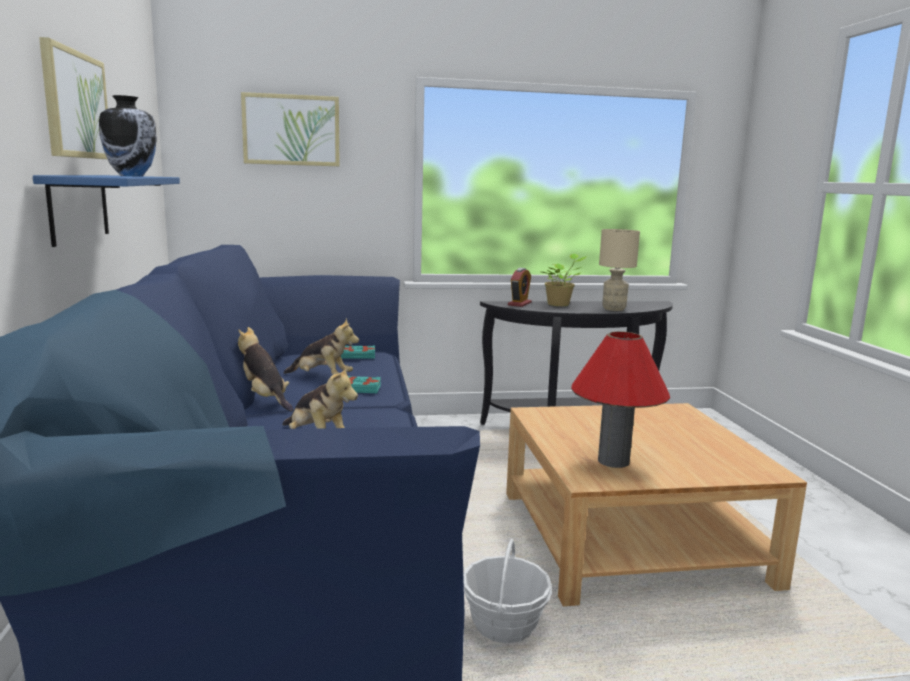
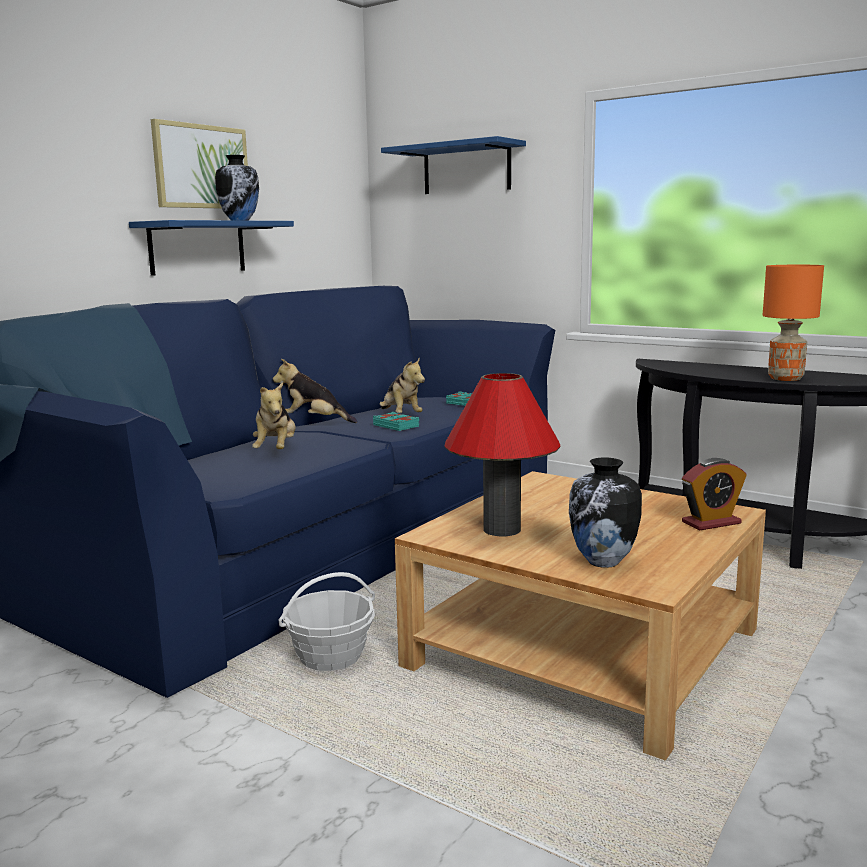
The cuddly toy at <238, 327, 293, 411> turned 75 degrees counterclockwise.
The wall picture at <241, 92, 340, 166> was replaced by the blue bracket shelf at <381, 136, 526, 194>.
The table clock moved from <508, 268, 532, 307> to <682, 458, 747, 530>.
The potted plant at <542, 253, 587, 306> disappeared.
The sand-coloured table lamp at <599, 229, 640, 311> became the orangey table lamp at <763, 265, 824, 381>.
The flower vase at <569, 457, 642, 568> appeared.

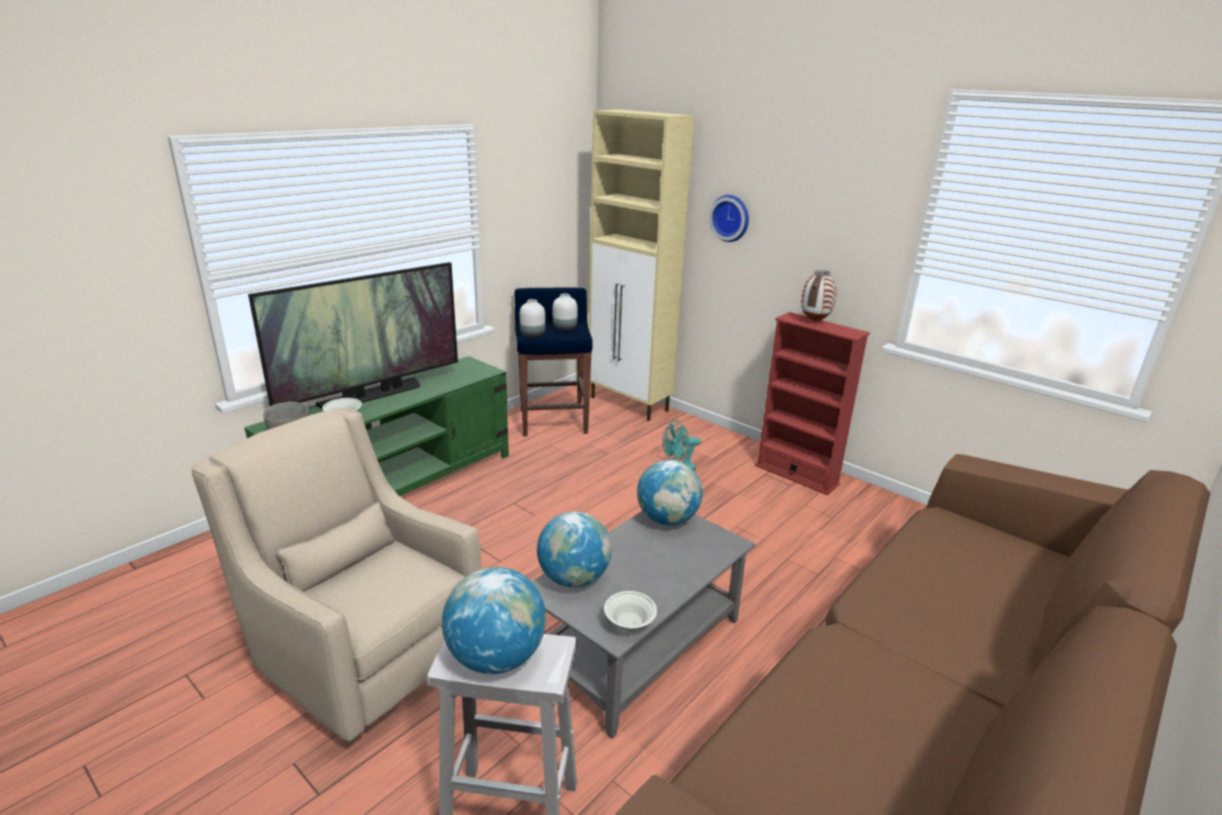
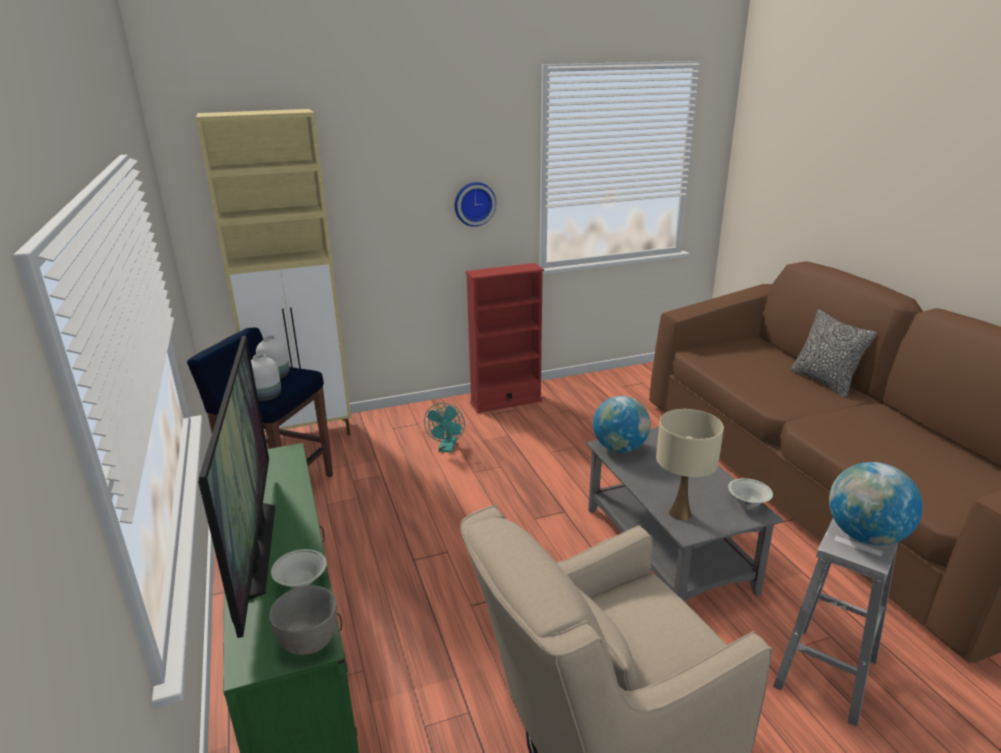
The world globe at <537, 511, 612, 588> was replaced by the sand-coloured table lamp at <656, 409, 724, 521>.
The hanging clock moved from <709, 195, 749, 242> to <455, 182, 496, 227>.
The flower vase at <801, 270, 836, 322> disappeared.
The cushion at <791, 310, 877, 398> appeared.

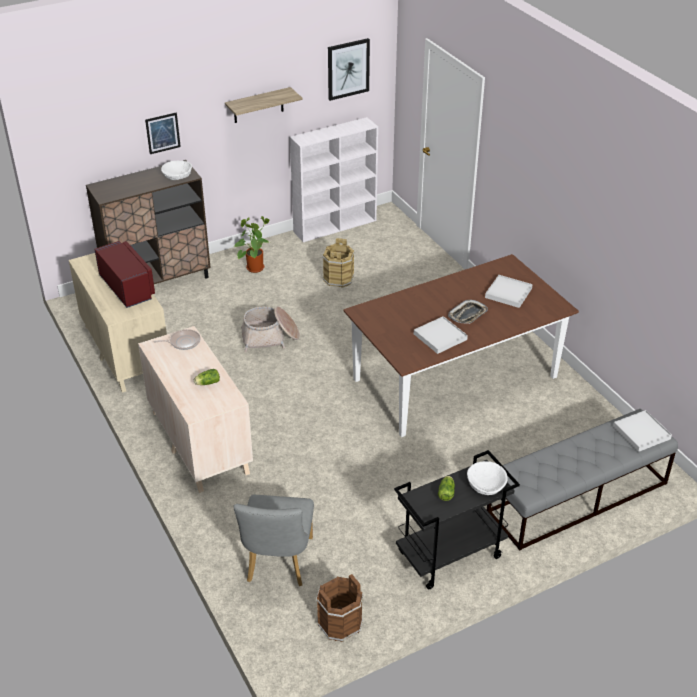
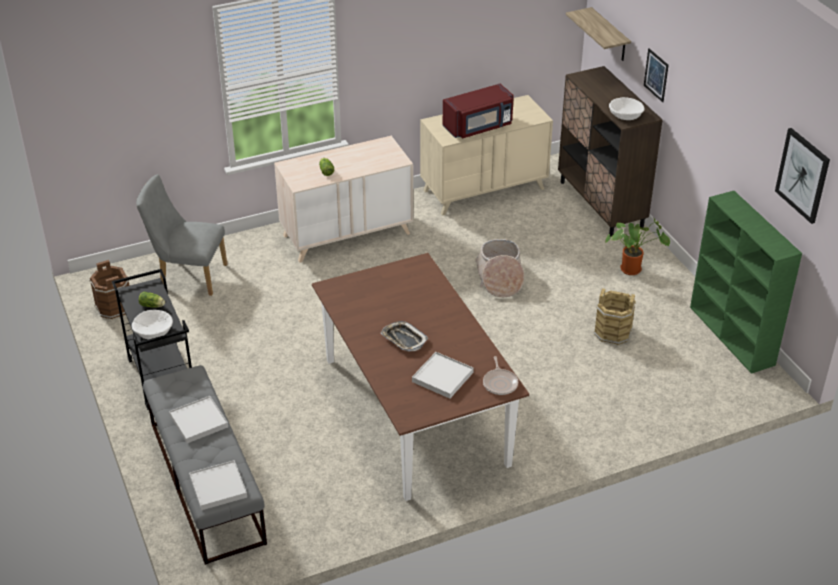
The frying pan moved from <154, 329, 201, 350> to <483, 356, 518, 395>.
The bracket shelf moved from <225, 87, 303, 123> to <566, 7, 631, 61>.
The white shelving unit at <290, 117, 378, 242> became the green-coloured shelving unit at <690, 191, 802, 374>.
The white tray moved from <414, 316, 468, 354> to <169, 396, 228, 443>.

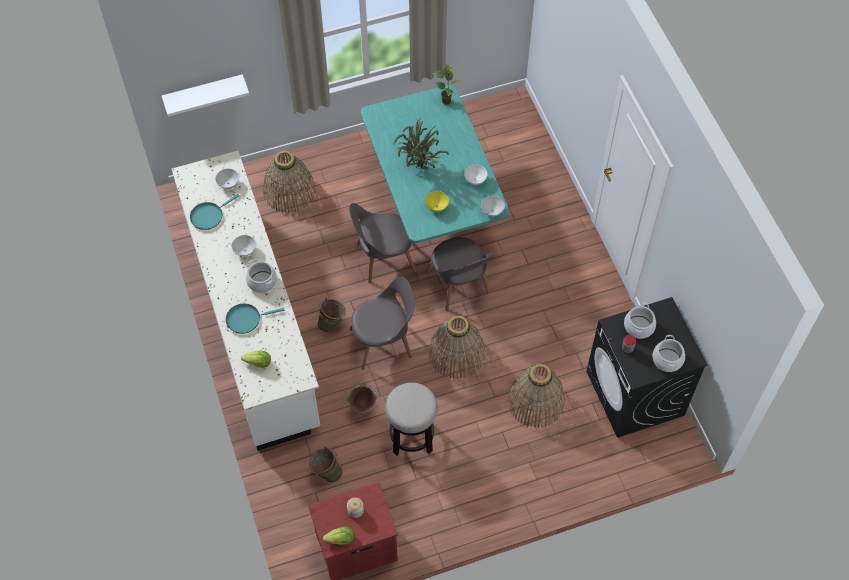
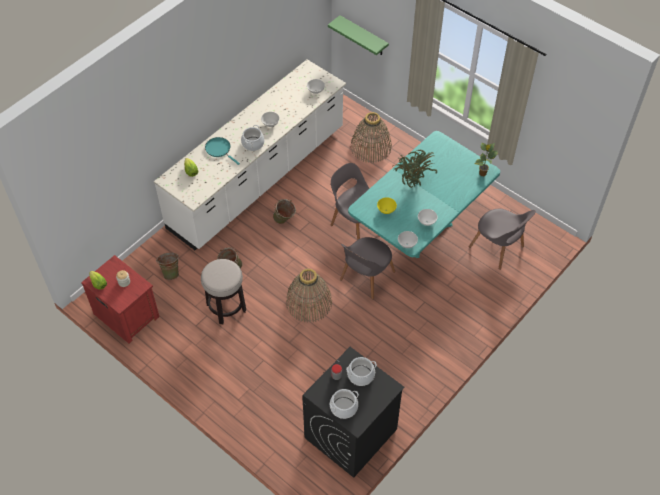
The white bracket shelf at <162, 74, 250, 116> became the green-coloured bracket shelf at <328, 15, 389, 55>.
The blue-green frying pan at <190, 194, 240, 230> disappeared.
The greyish chair moved from <350, 277, 415, 370> to <469, 209, 536, 270>.
The basket at <507, 364, 565, 428> disappeared.

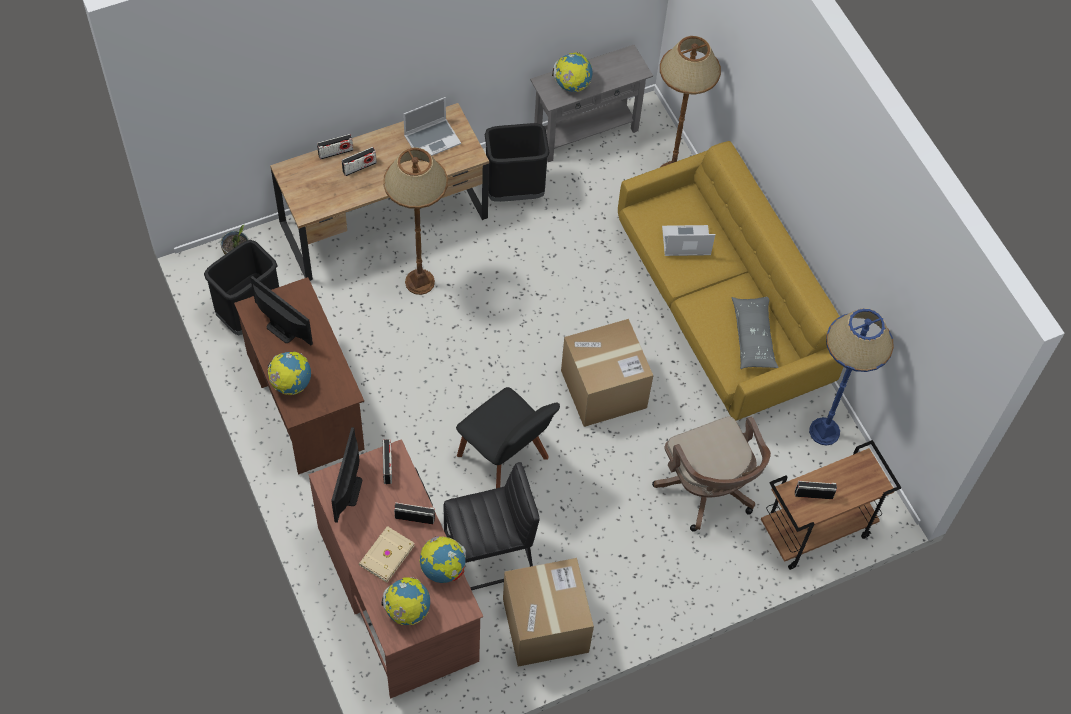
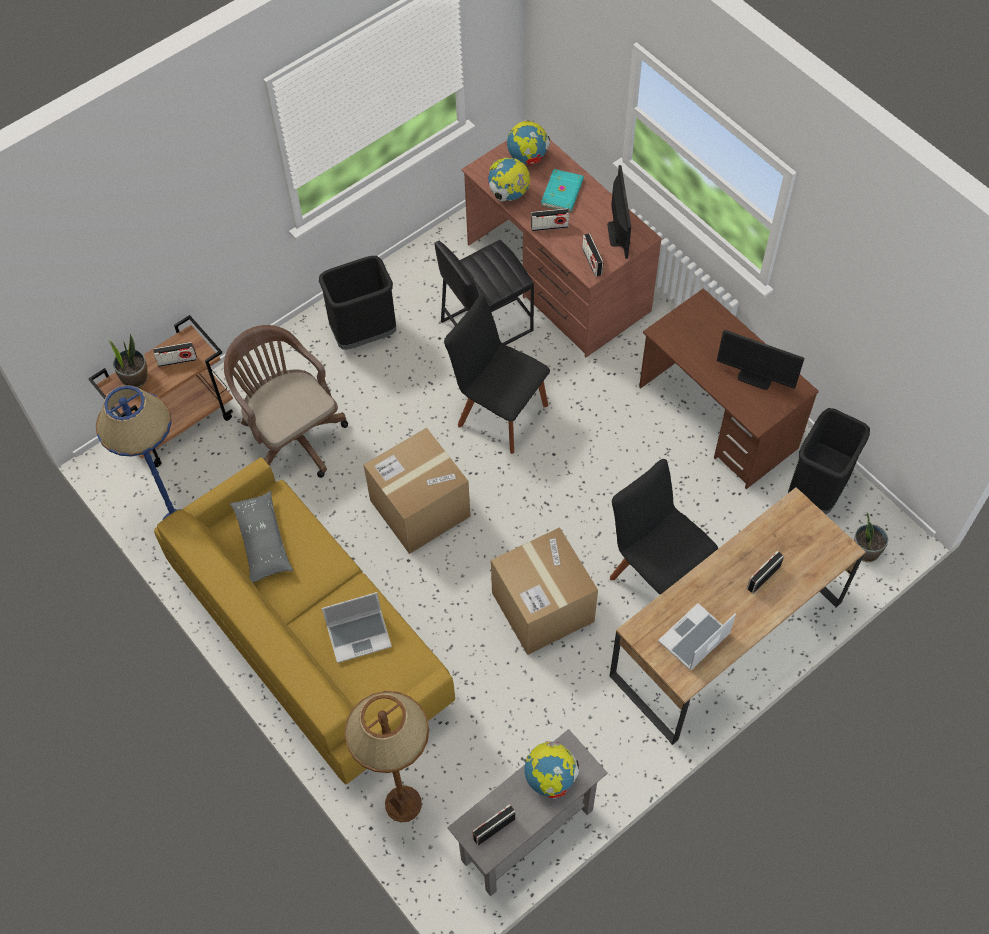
The world globe at <268, 352, 311, 395> disappeared.
The radio receiver moved from <317, 134, 353, 160> to <472, 804, 515, 846>.
The sand-coloured bound book at <359, 526, 415, 583> became the blue-green bound book at <541, 169, 584, 212>.
The brown-coloured standard lamp at <383, 147, 448, 295> was replaced by the black chair at <610, 459, 718, 595>.
The black rubbish bin moved from <485, 123, 550, 202> to <319, 256, 396, 350>.
The packing box moved from <503, 558, 594, 667> to <491, 527, 598, 655>.
The potted plant at <108, 334, 148, 388> appeared.

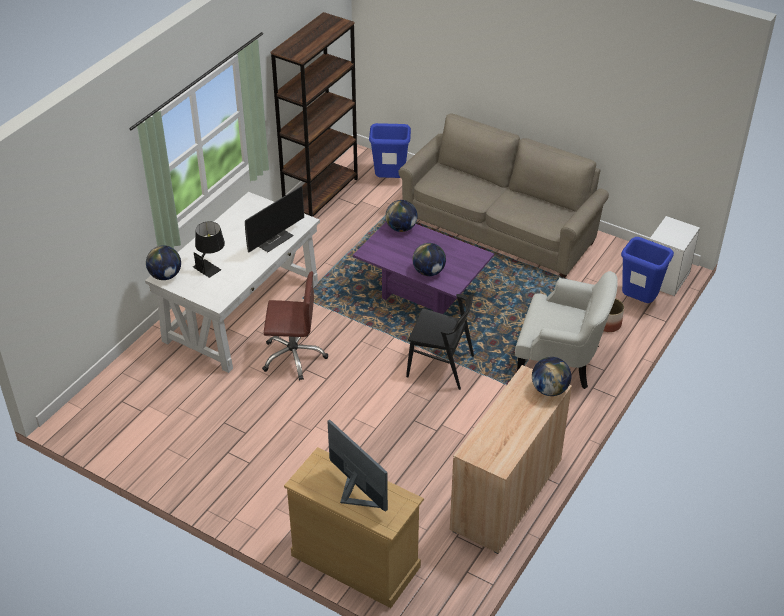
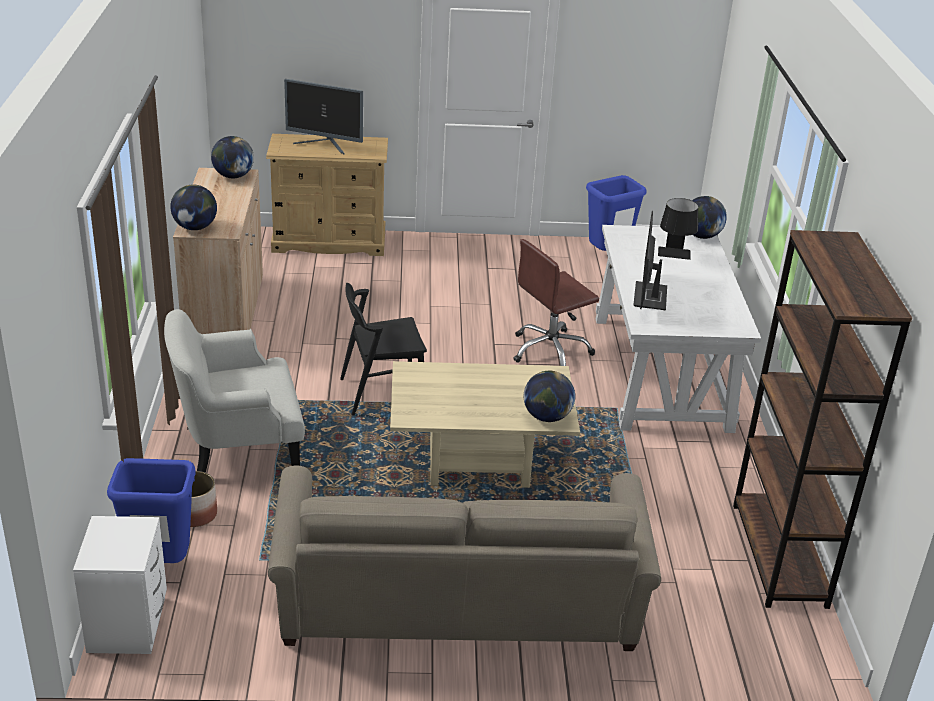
The purple-coloured low table at <353, 222, 494, 314> became the sand-coloured low table at <390, 361, 580, 488>.
The blue rubbish bin moved from <369, 123, 411, 178> to <586, 175, 647, 251>.
The world globe moved from <413, 243, 446, 276> to <211, 136, 254, 178>.

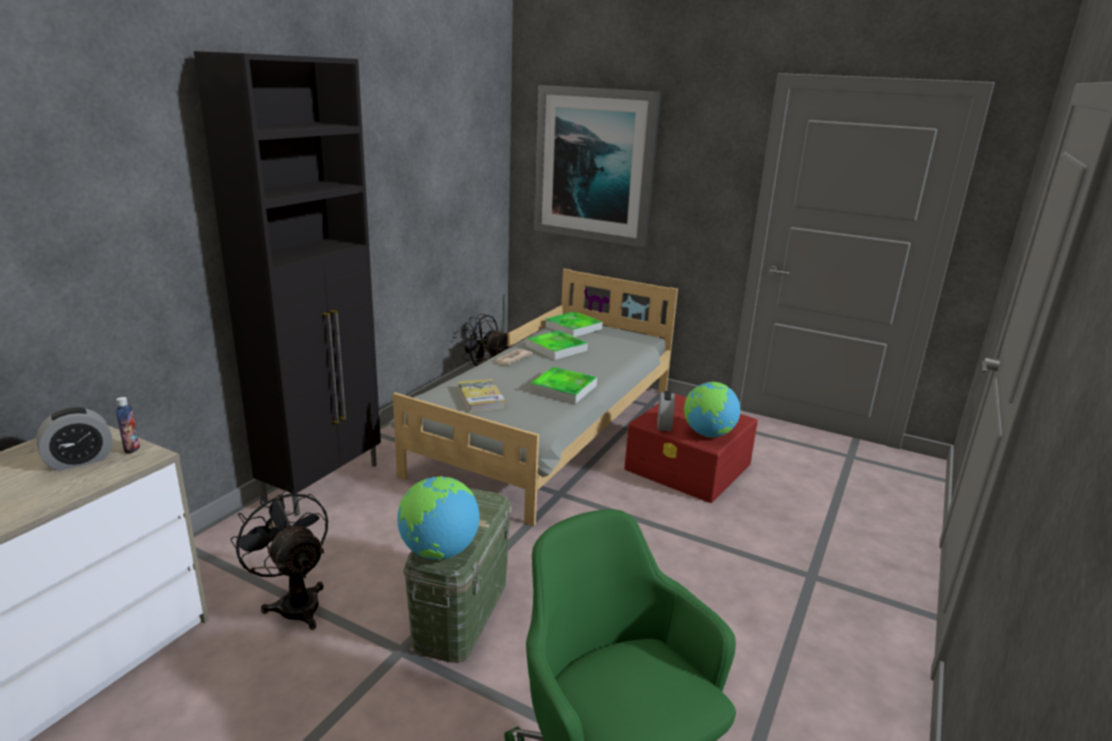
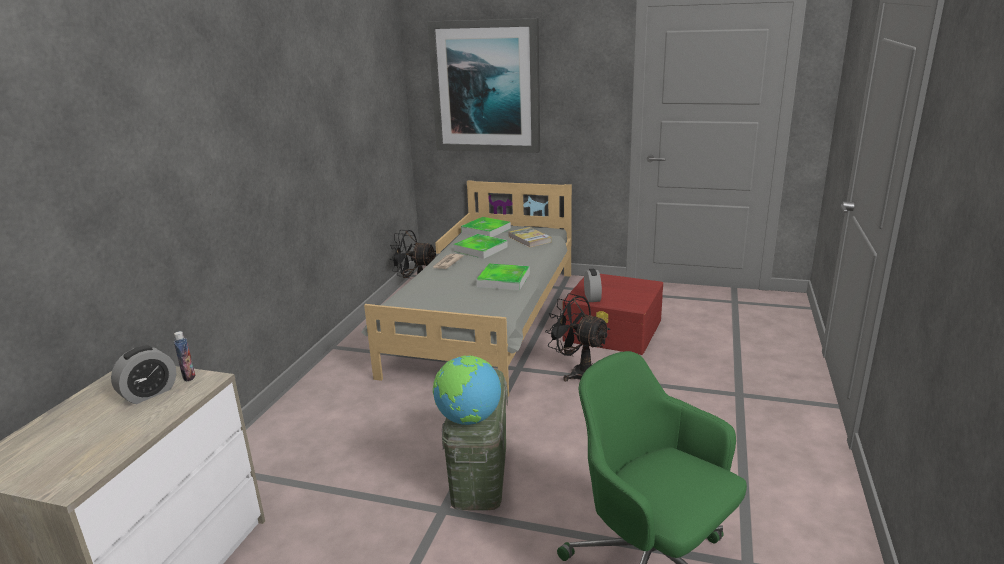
The black cabinet at <194, 51, 381, 516> disappeared.
The black cooling fan moved from <230, 486, 328, 630> to <545, 293, 610, 381>.
The bound book moved from <457, 379, 506, 412> to <509, 227, 552, 248>.
The world globe at <684, 382, 740, 438> disappeared.

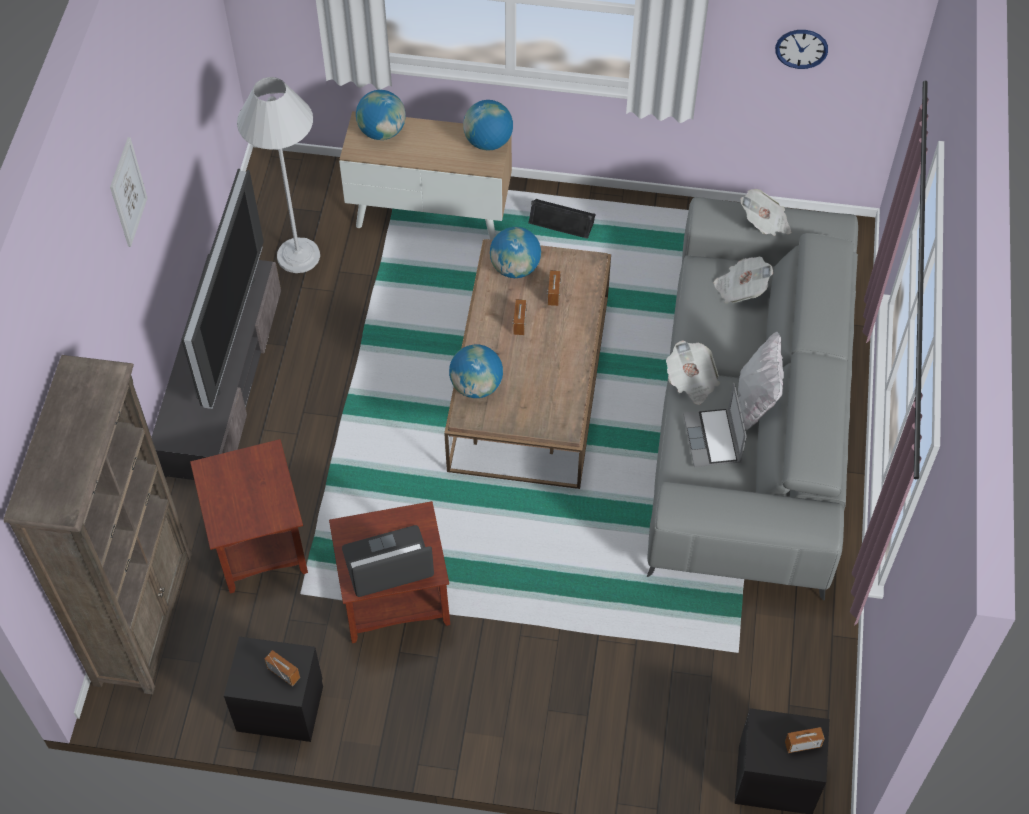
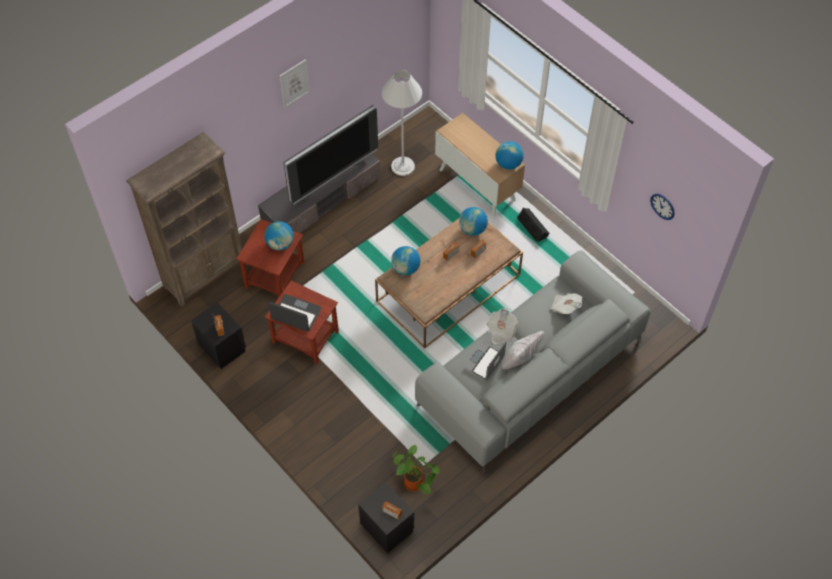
The world globe moved from <356, 90, 406, 140> to <265, 221, 294, 250>.
The printed paper at <741, 189, 791, 236> disappeared.
The potted plant at <392, 444, 440, 494> appeared.

